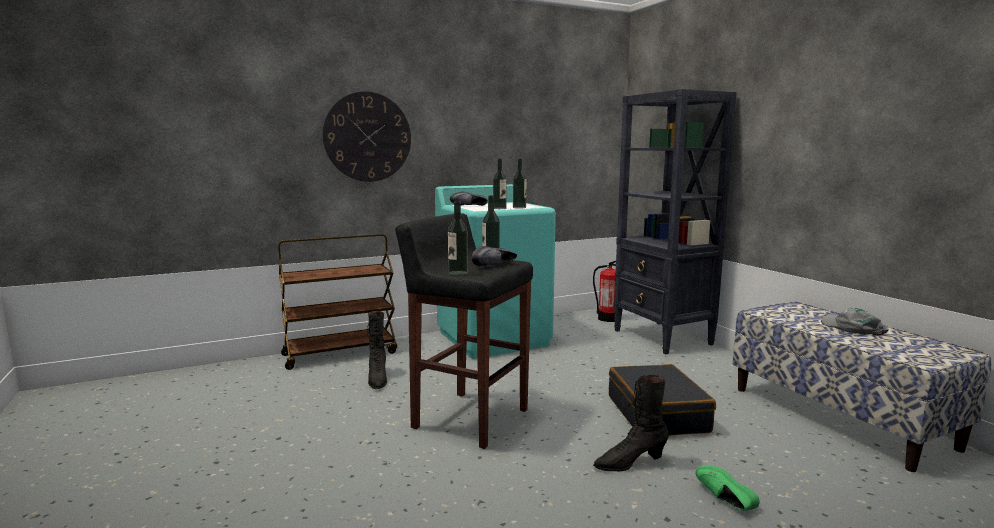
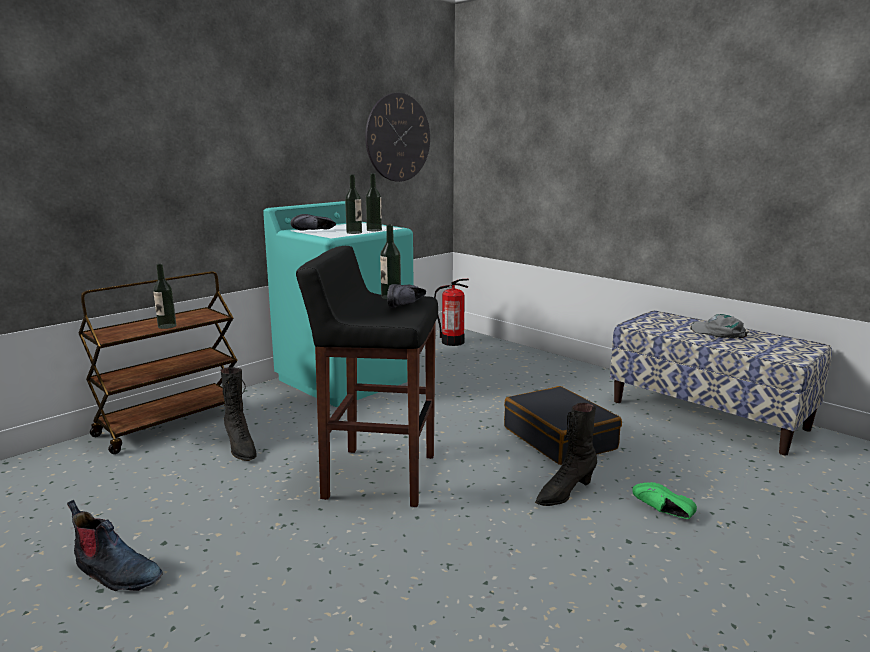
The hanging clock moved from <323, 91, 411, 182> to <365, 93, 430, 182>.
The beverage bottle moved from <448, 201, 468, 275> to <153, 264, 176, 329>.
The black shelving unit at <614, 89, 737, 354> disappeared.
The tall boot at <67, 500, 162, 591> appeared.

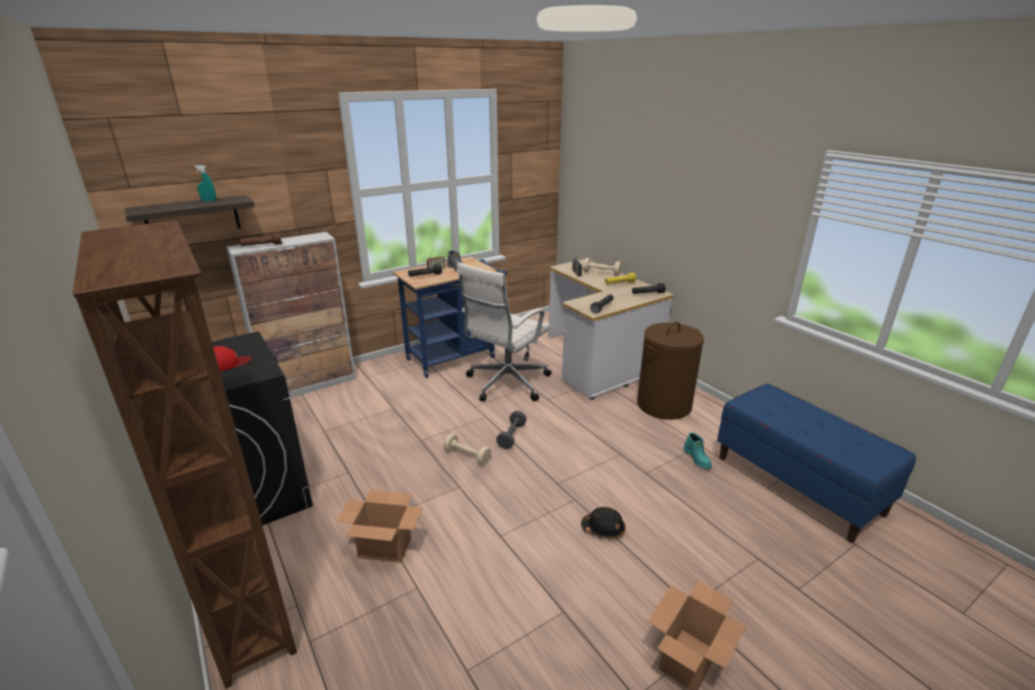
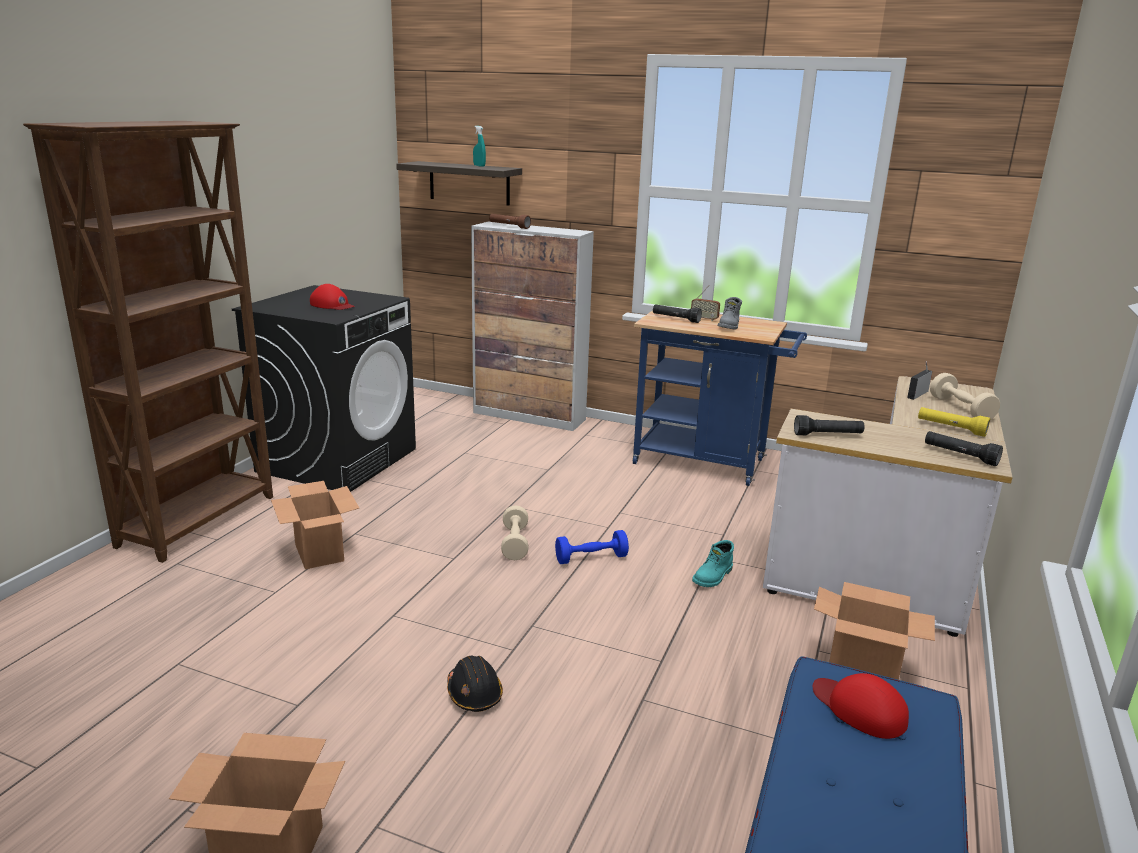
The white desk chair at <457, 263, 552, 402> disappeared.
The greyish hand weight at <496, 411, 527, 449> became the blue hand weight at <555, 530, 629, 564>.
The brown-coloured laundry basket at <637, 322, 704, 420> was replaced by the packing box at <814, 582, 935, 680>.
The blue-green tall boot moved from <683, 432, 712, 469> to <692, 540, 734, 587>.
The red-coloured baseball cap at <813, 673, 909, 739> appeared.

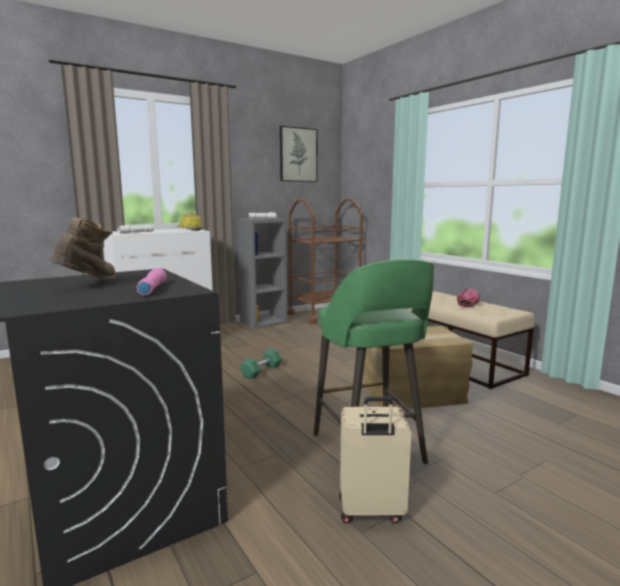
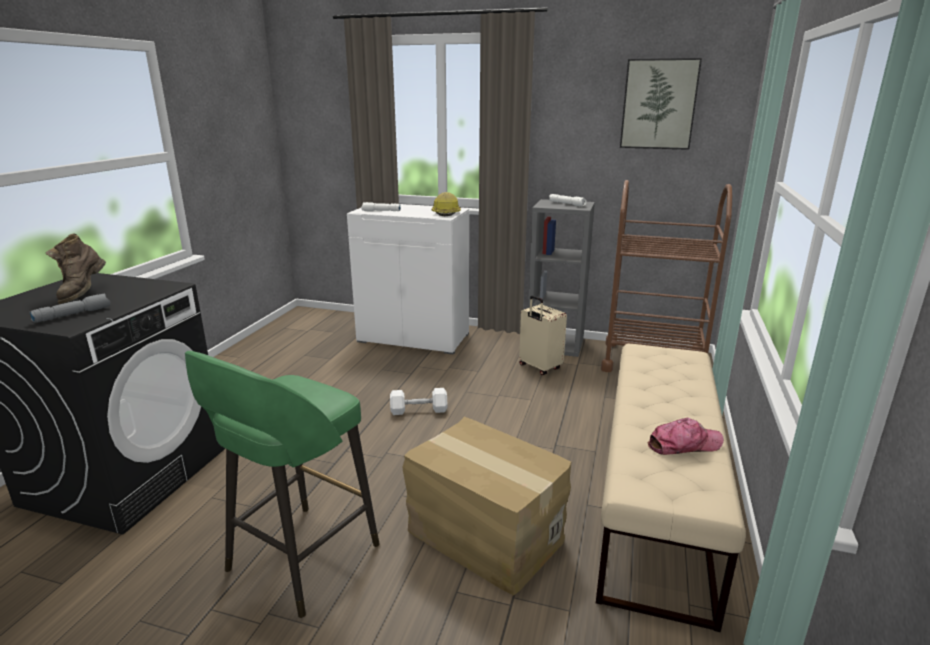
The brown-coloured tall boot at <49, 217, 116, 282> turned 120 degrees clockwise.
The pink flashlight at <137, 268, 167, 295> became the greyish flashlight at <29, 294, 111, 323>.
The green-coloured hand weight at <240, 349, 282, 379> became the white hand weight at <390, 388, 447, 415>.
The sand-coloured piece of luggage moved from <339, 397, 412, 523> to <519, 295, 567, 375>.

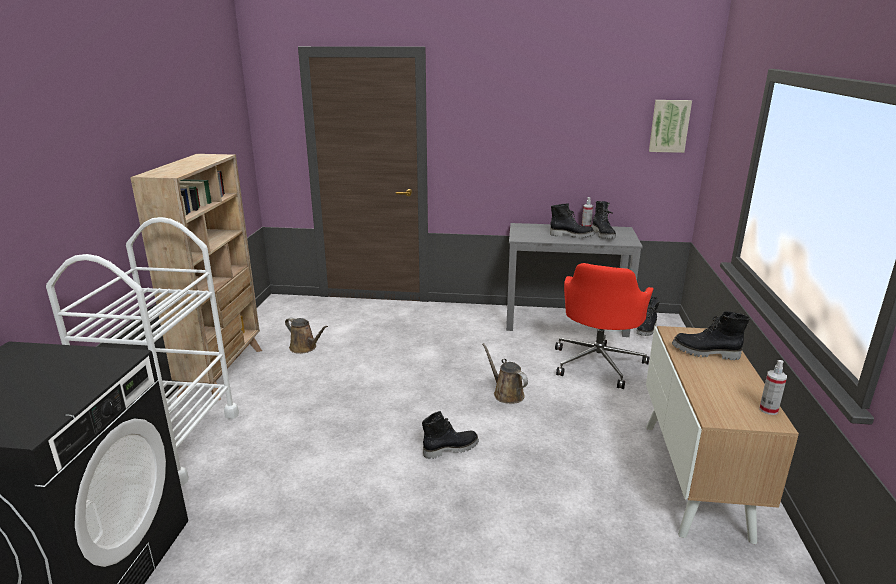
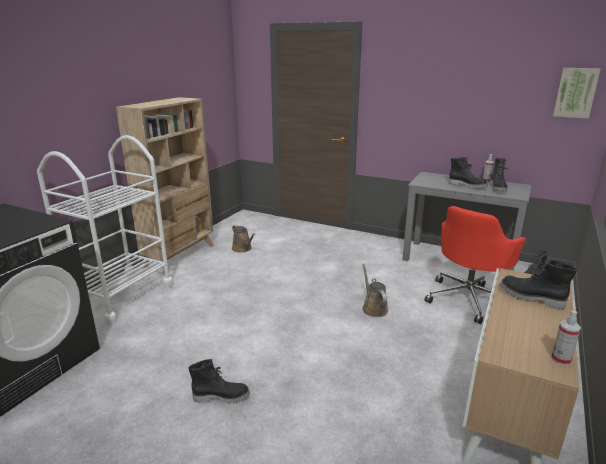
The black tall boot moved from <422, 411, 479, 459> to <188, 359, 250, 404>.

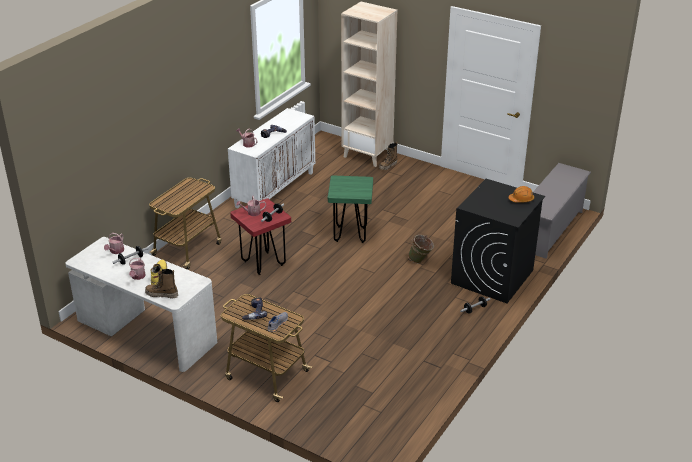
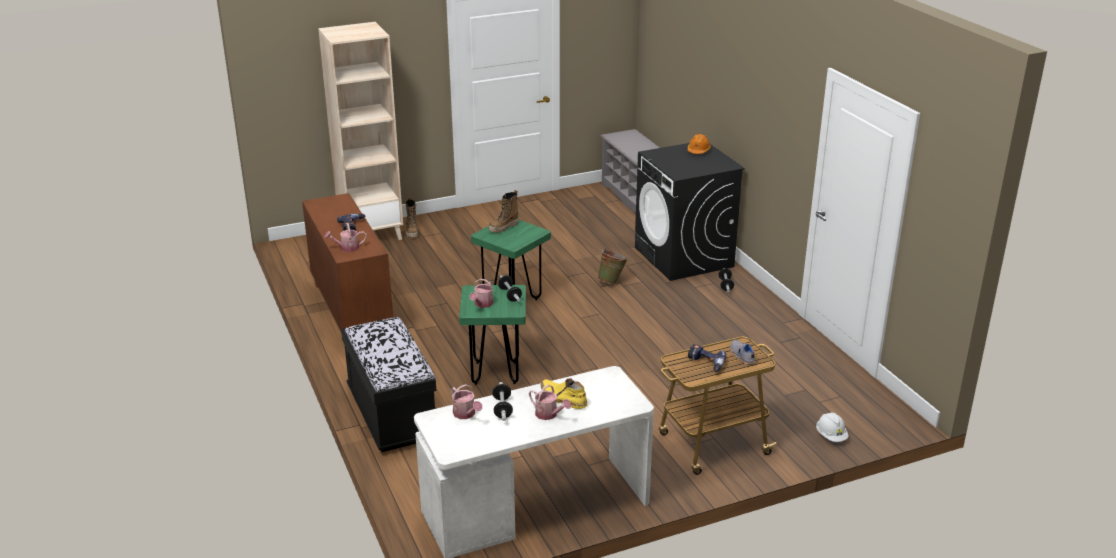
The tall boot moved from <145, 269, 178, 299> to <489, 190, 519, 233>.
The trolley at <149, 178, 222, 269> was replaced by the black bench at <341, 317, 436, 452>.
The white cabinet at <228, 108, 315, 208> became the brown-coloured cabinet at <302, 193, 393, 331>.
The red-coloured stool at <230, 198, 291, 275> became the green-coloured stool at <459, 285, 526, 385>.
The white work helmet at <816, 412, 849, 442> appeared.

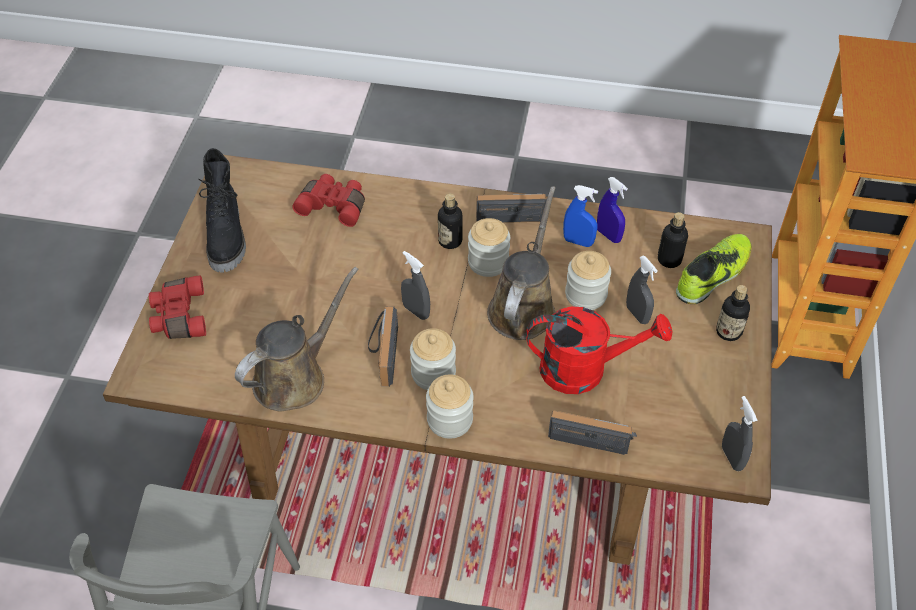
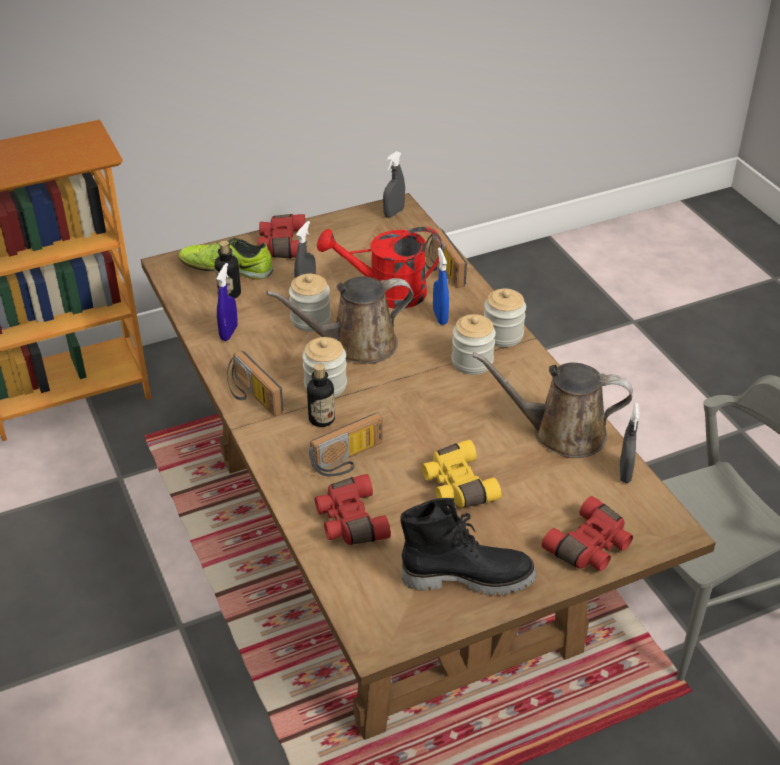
The black tall boot at <199, 148, 246, 273> turned 45 degrees clockwise.
The radio receiver moved from <368, 306, 398, 387> to <309, 412, 383, 476>.
The greyish hand sprayer moved from <401, 251, 430, 320> to <620, 402, 640, 483>.
The red-coloured watering pot at <527, 306, 672, 394> turned 60 degrees counterclockwise.
The blue hand sprayer moved from <563, 185, 598, 247> to <433, 247, 449, 325>.
The beverage bottle at <716, 285, 750, 341> was replaced by the red-coloured binoculars at <258, 214, 305, 258>.
The yellow binoculars at <422, 440, 501, 508> appeared.

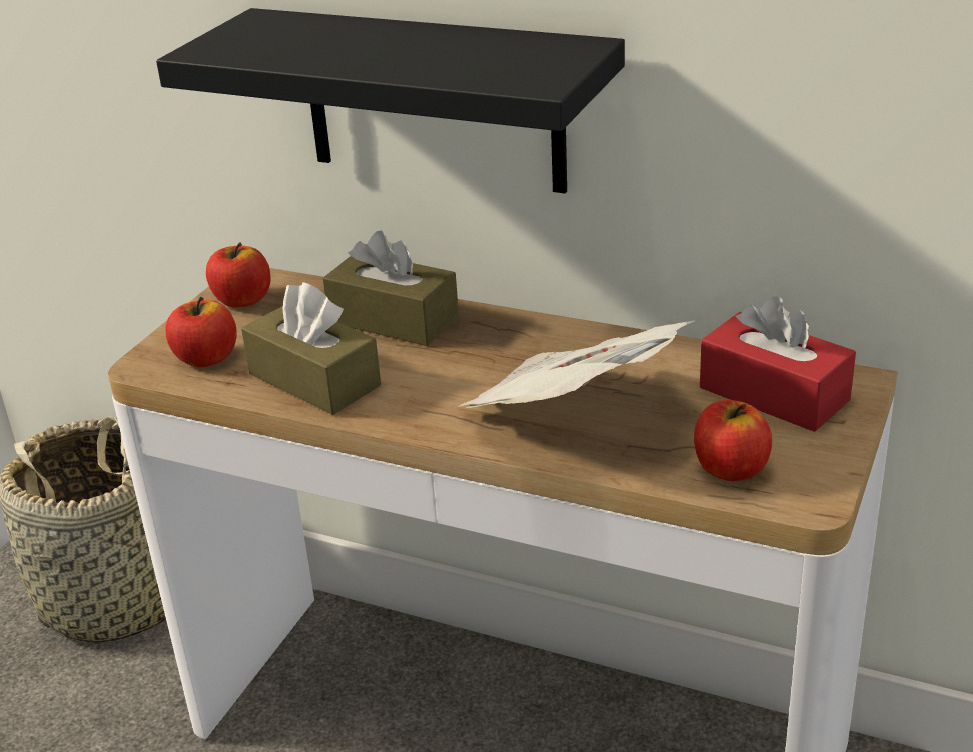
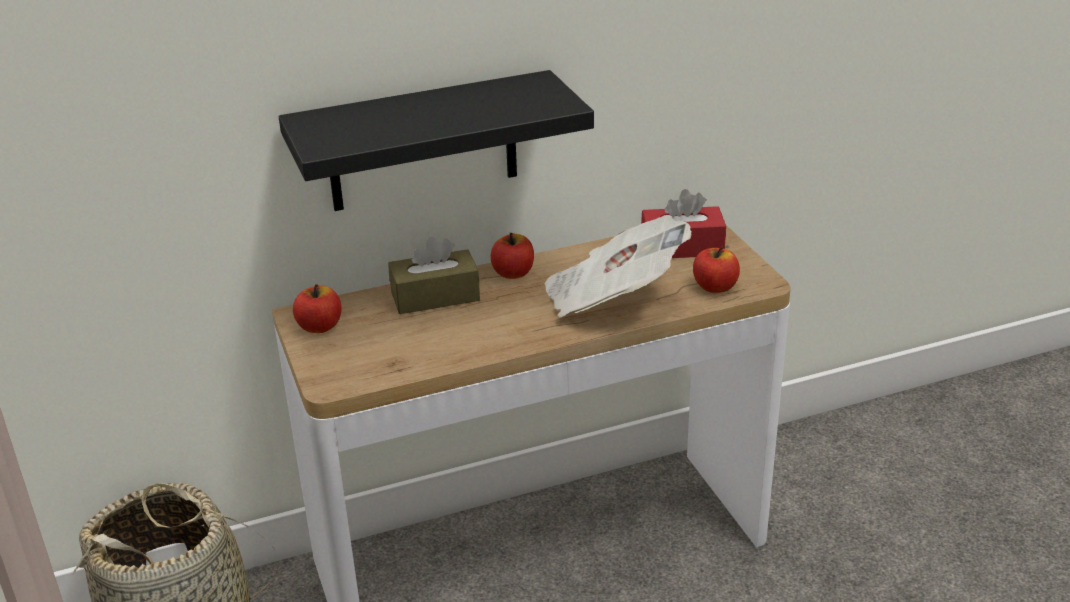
The apple moved from <166, 297, 237, 367> to <491, 233, 534, 279>.
The brown-coloured box of tissues at <241, 282, 381, 415> disappeared.

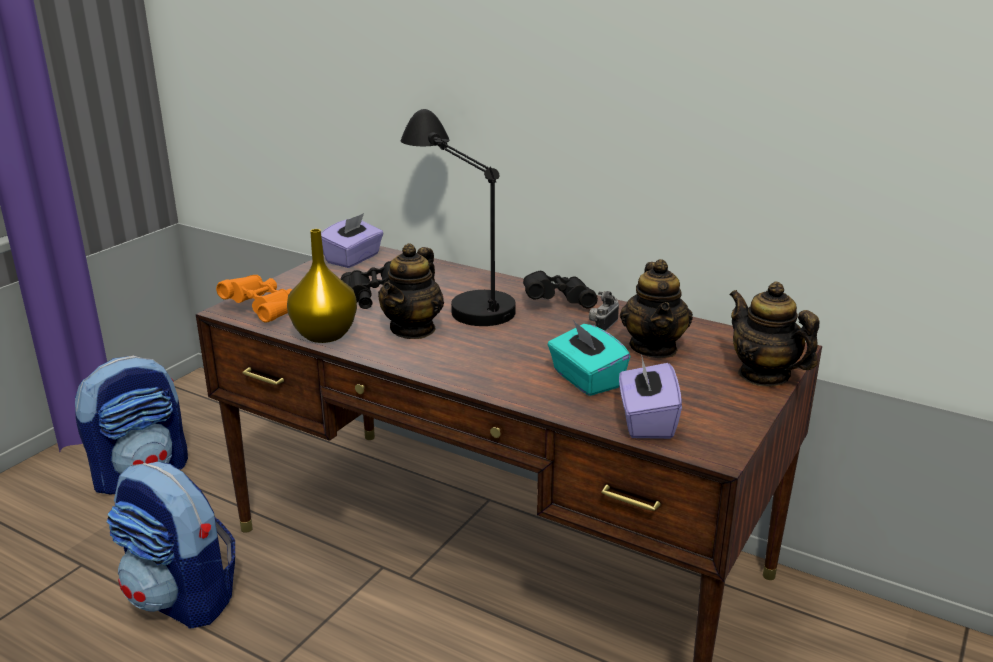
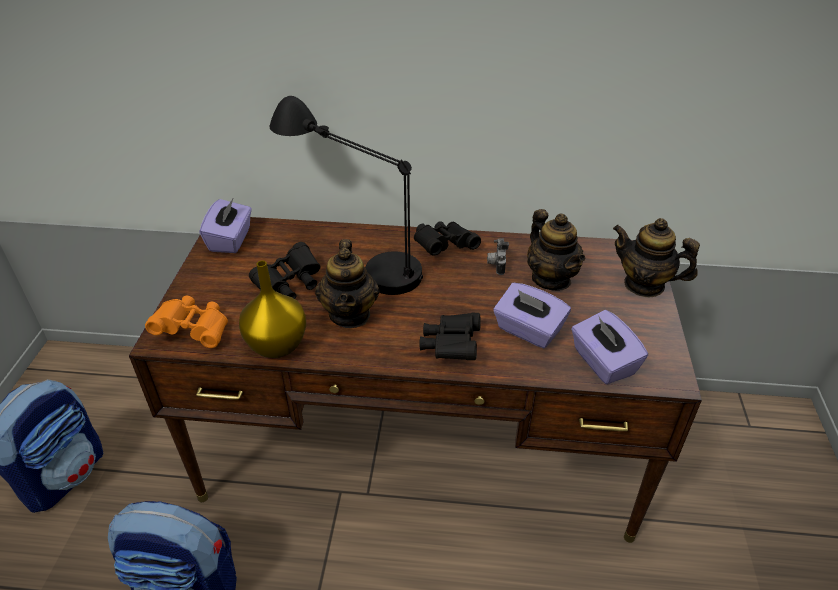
The blue-green box of tissues at <548, 320, 630, 396> became the purple-coloured box of tissues at <493, 283, 571, 348>.
The black binoculars at <419, 312, 481, 360> appeared.

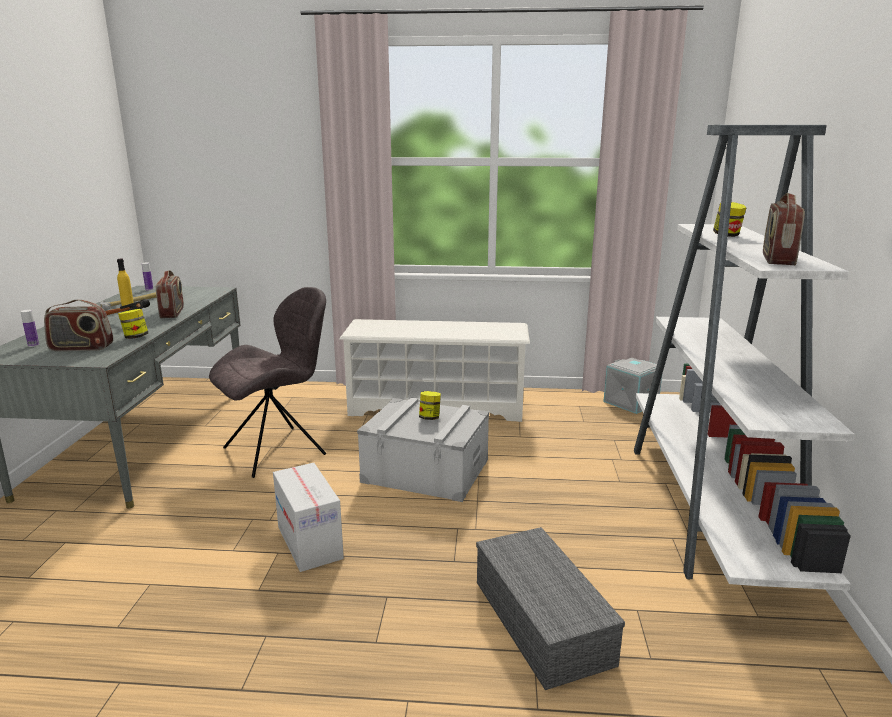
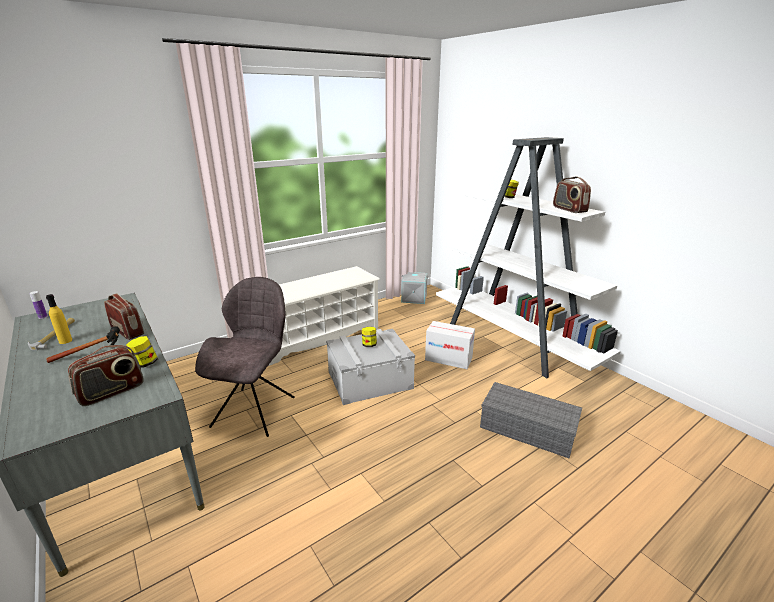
The beverage bottle at <21, 310, 39, 347> disappeared.
The packing box moved from <273, 463, 344, 572> to <425, 321, 475, 369>.

